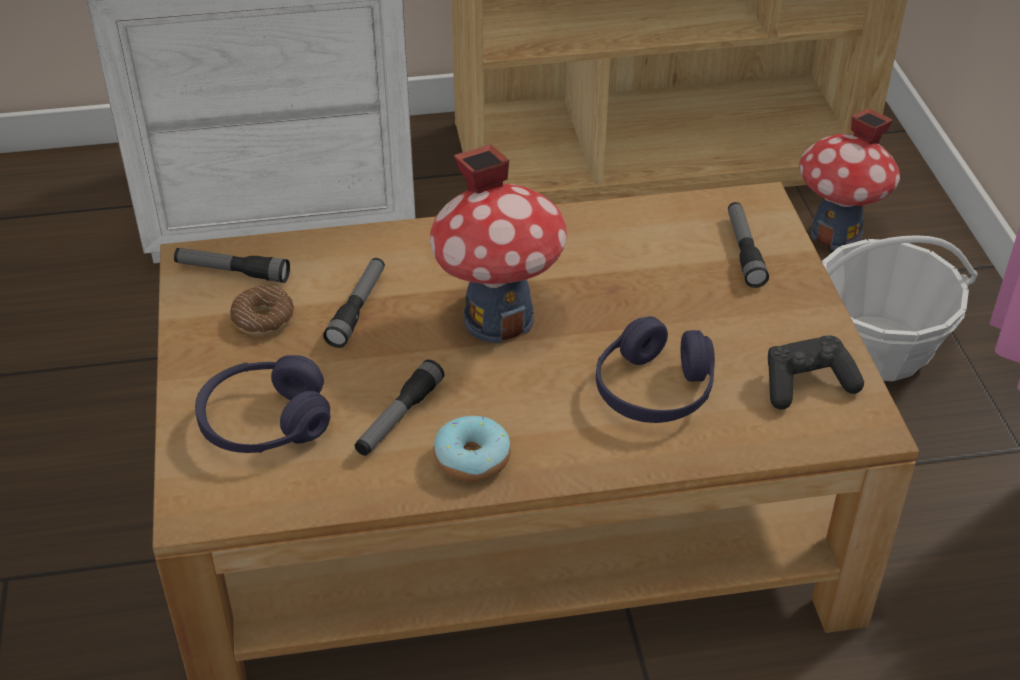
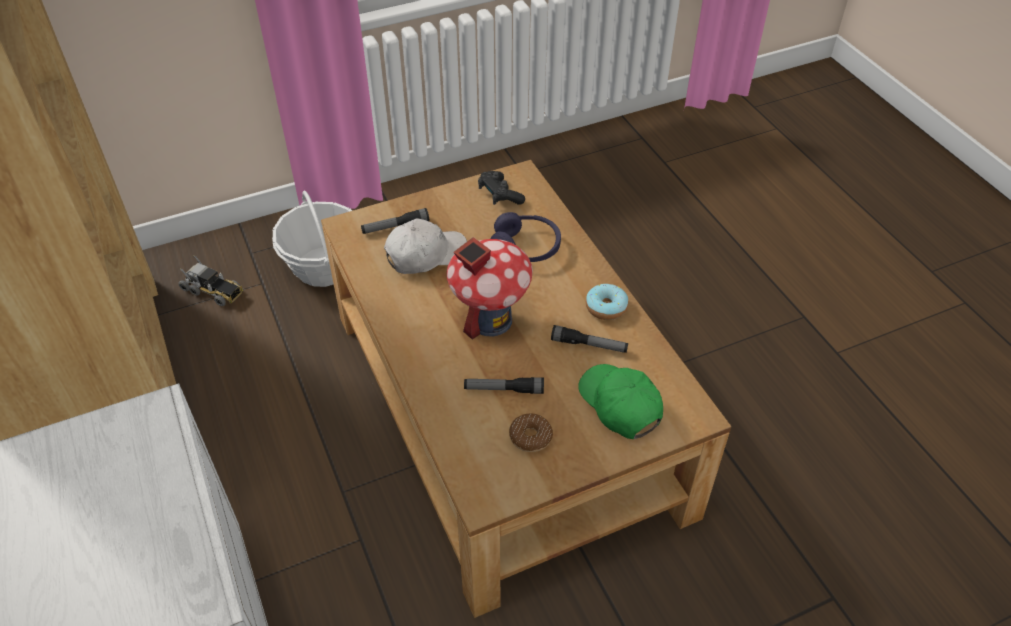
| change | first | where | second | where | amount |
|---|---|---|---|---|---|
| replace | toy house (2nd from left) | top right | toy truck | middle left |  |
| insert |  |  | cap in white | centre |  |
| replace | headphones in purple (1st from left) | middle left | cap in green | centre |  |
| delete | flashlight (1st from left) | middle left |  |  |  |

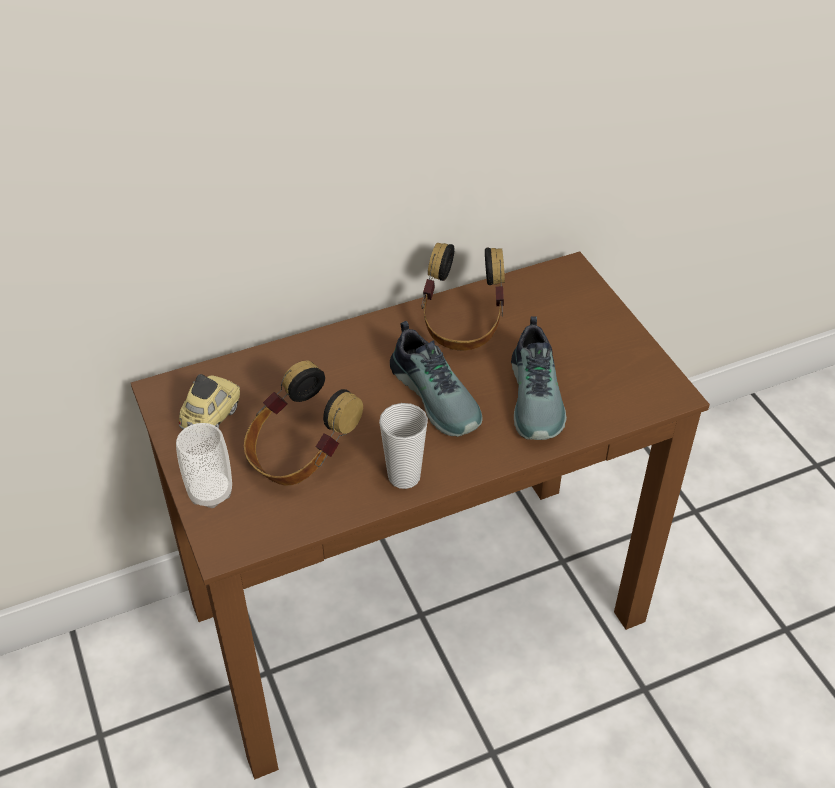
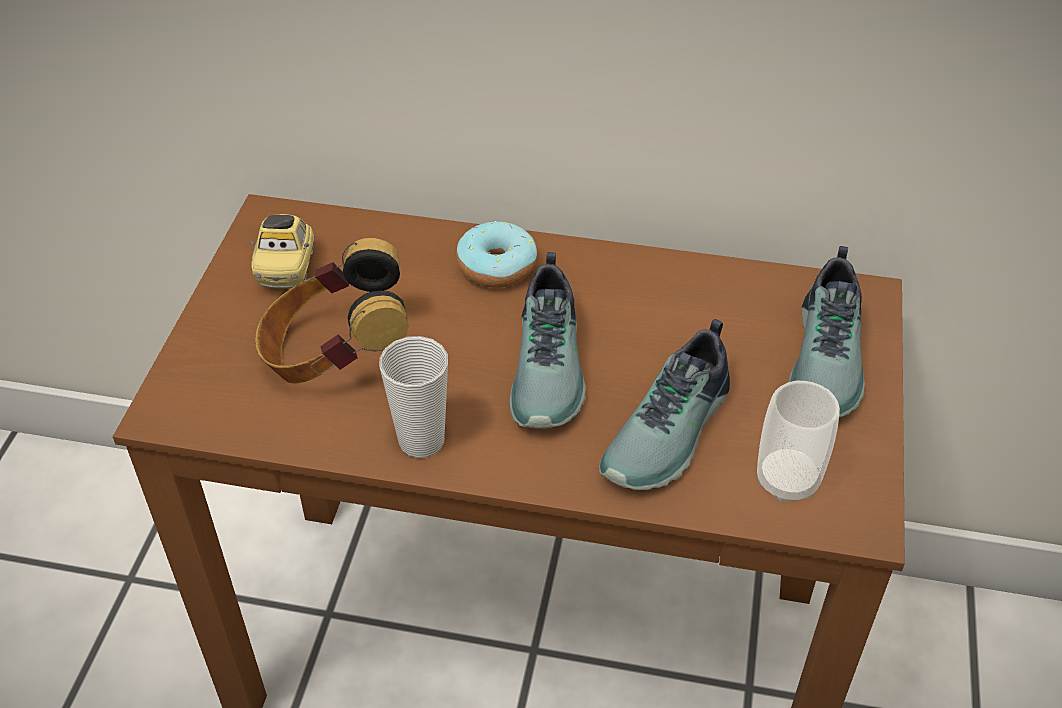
| change | first | where | second | where | amount |
|---|---|---|---|---|---|
| rotate | toy car | middle left |  | middle left | 120 degrees clockwise |
| insert |  |  | donut | centre |  |
| move | cup (1st from left in the first image) | middle left | cup (2nd from left) | middle right |  |
| insert |  |  | shoe (3rd from left) | middle right |  |
| delete | headphones (2nd from left) | centre |  |  |  |

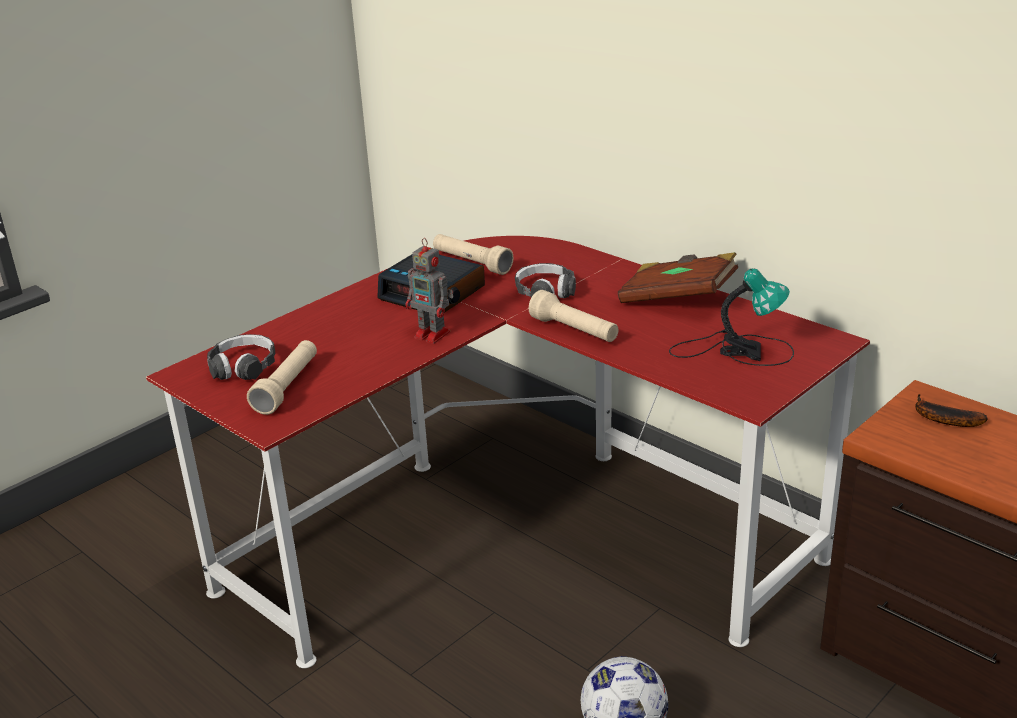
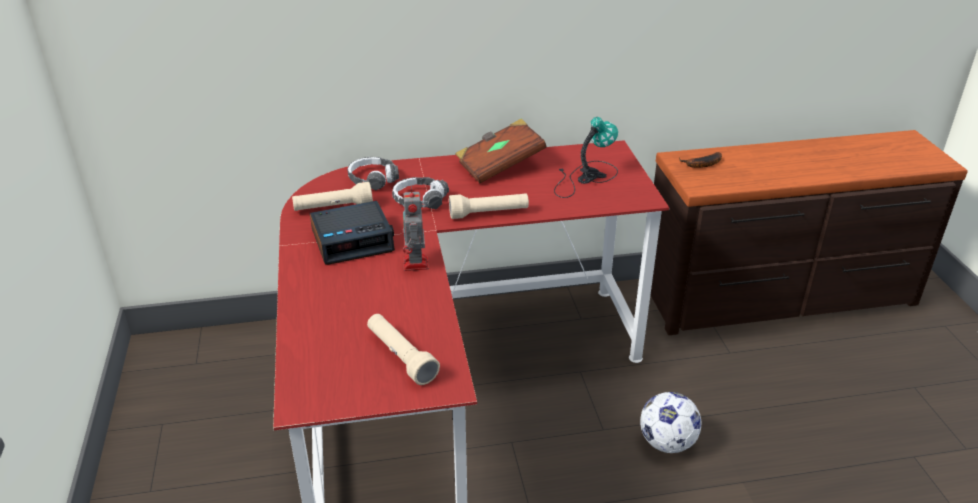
| change | first | where | second | where | amount |
|---|---|---|---|---|---|
| move | headphones (1st from left) | middle left |  | centre |  |
| rotate | toy robot | centre |  | centre | 105 degrees clockwise |

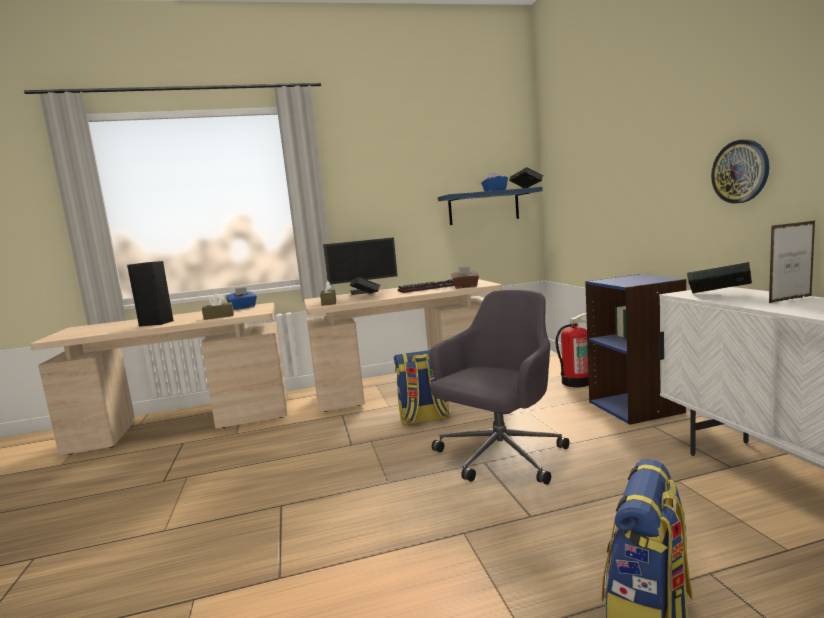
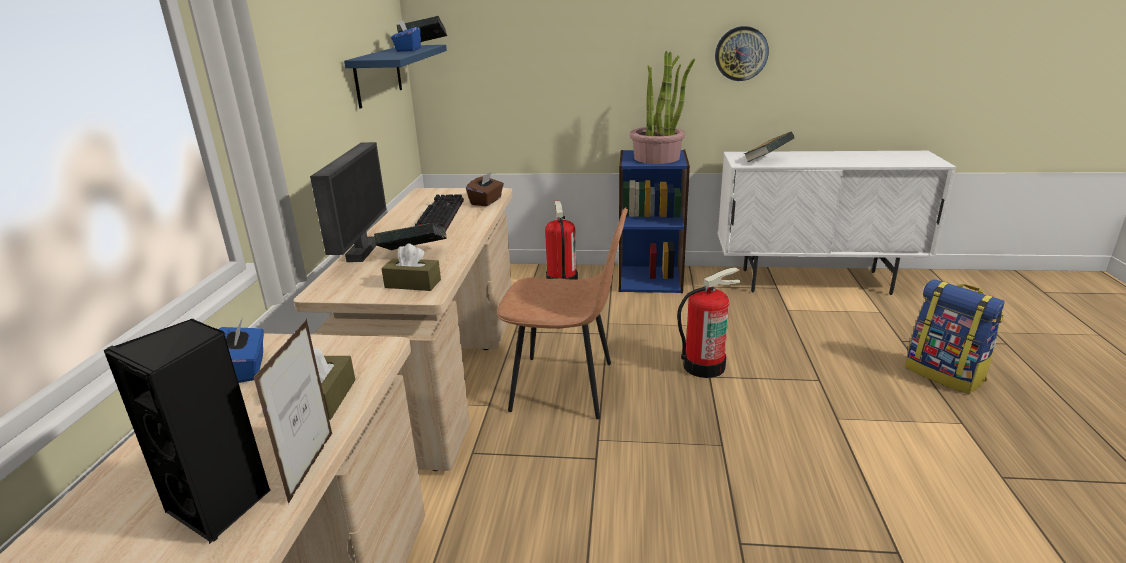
| change | first | where | second | where | amount |
|---|---|---|---|---|---|
| move | picture frame | middle right |  | bottom left |  |
| replace | backpack (1st from left) | centre | chair in brown | centre |  |
| insert |  |  | potted plant | top centre |  |
| replace | office chair in grey | centre | fire extinguisher (2nd from left) | centre |  |

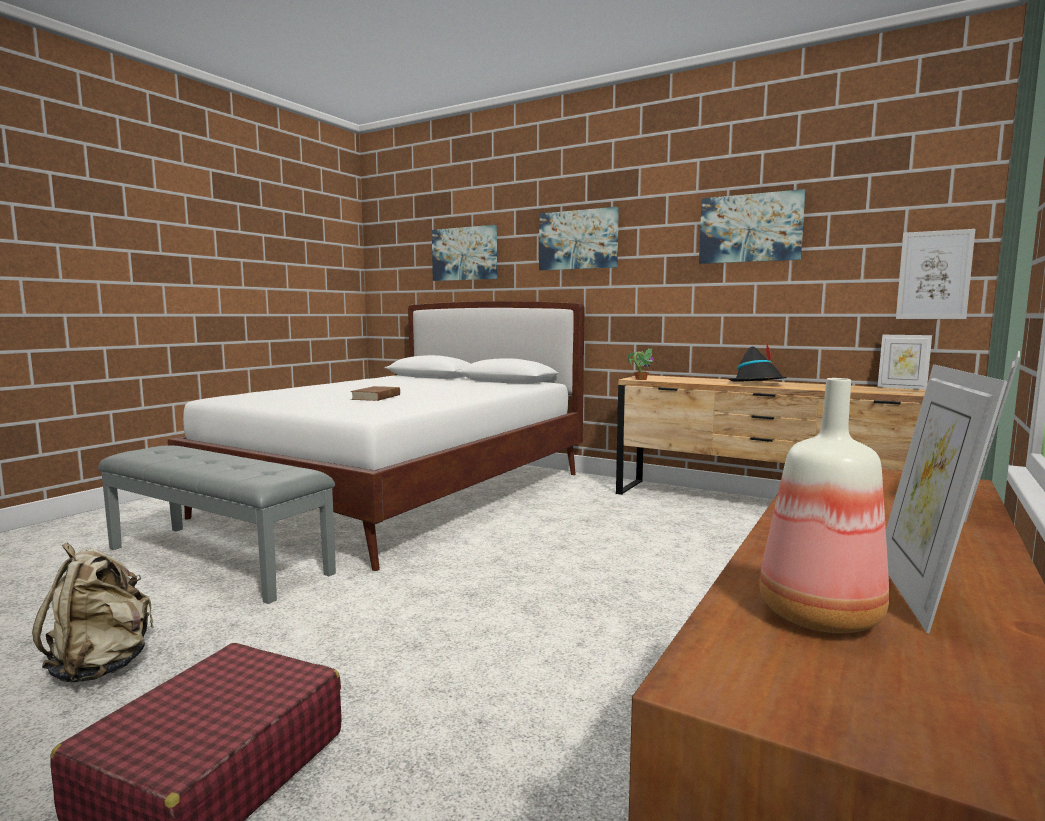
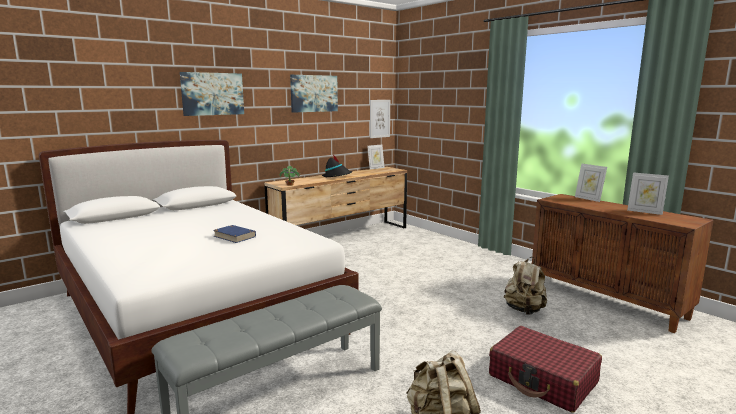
| change | first | where | second | where | amount |
|---|---|---|---|---|---|
| recolor | book in brown | centre | book in blue | middle left |  |
| insert |  |  | backpack in beige (2nd from left) | bottom right |  |
| delete | picture (1st from left) | top centre |  |  |  |
| delete | bottle | middle right |  |  |  |

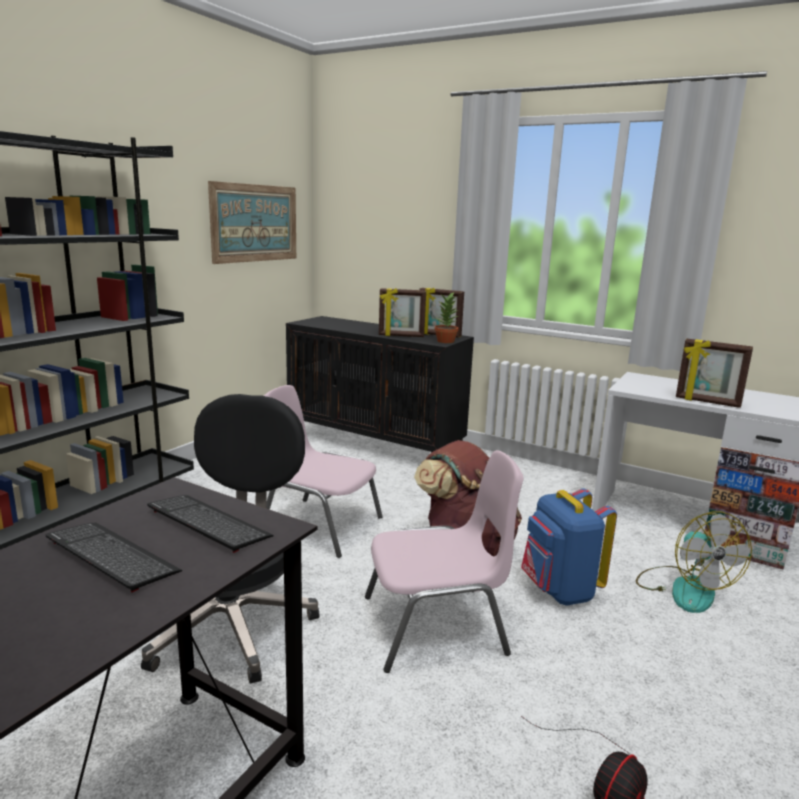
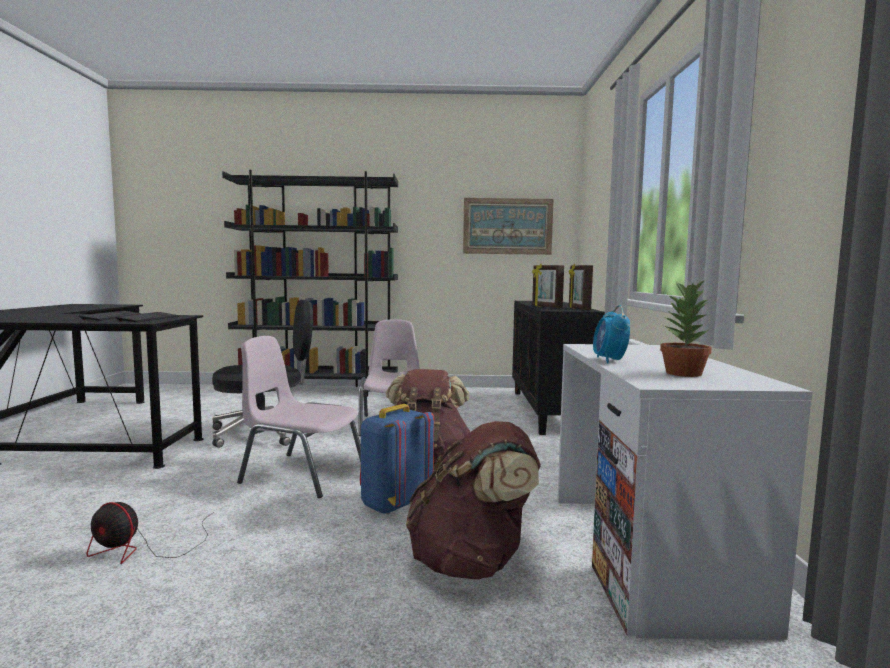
| change | first | where | second | where | amount |
|---|---|---|---|---|---|
| rotate | chair in pink (2nd from left in the first image) | bottom centre | chair in pink (1st from left) | centre | 150 degrees clockwise |
| replace | fan (2nd from left) | bottom right | backpack in brown (2nd from left) | bottom centre |  |
| replace | picture frame (3rd from left) | middle right | alarm clock | middle right |  |
| move | potted plant | centre |  | middle right |  |

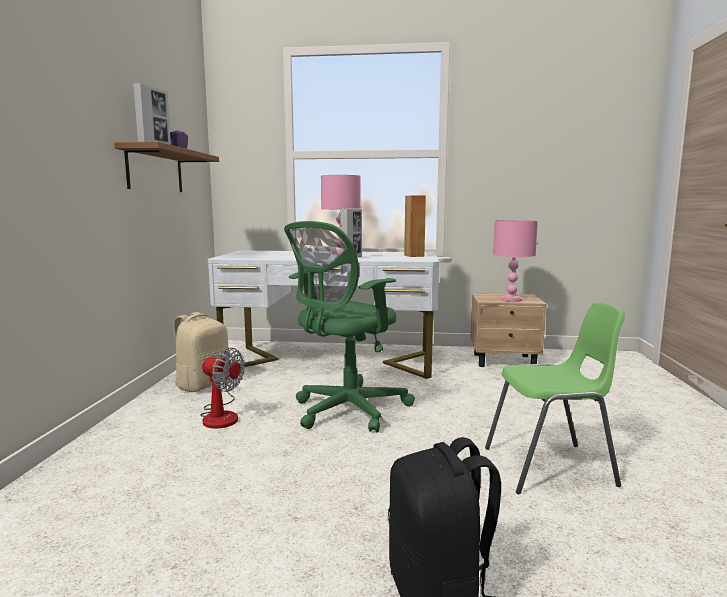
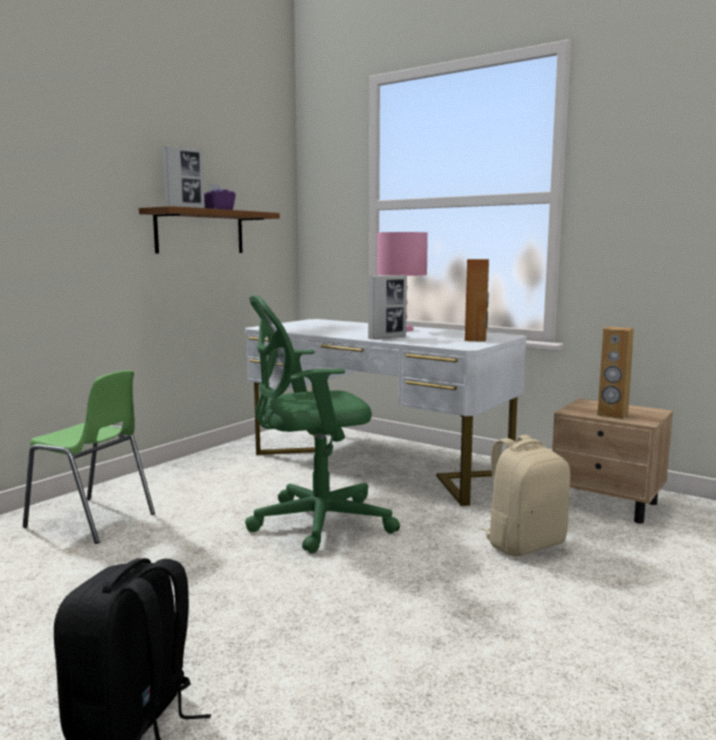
| change | first | where | second | where | amount |
|---|---|---|---|---|---|
| move | chair in green | bottom right |  | middle left |  |
| move | backpack in beige | middle left |  | bottom right |  |
| replace | table lamp in pink (2nd from left) | middle right | speaker in brown (2nd from left) | middle right |  |
| delete | fan | middle left |  |  |  |

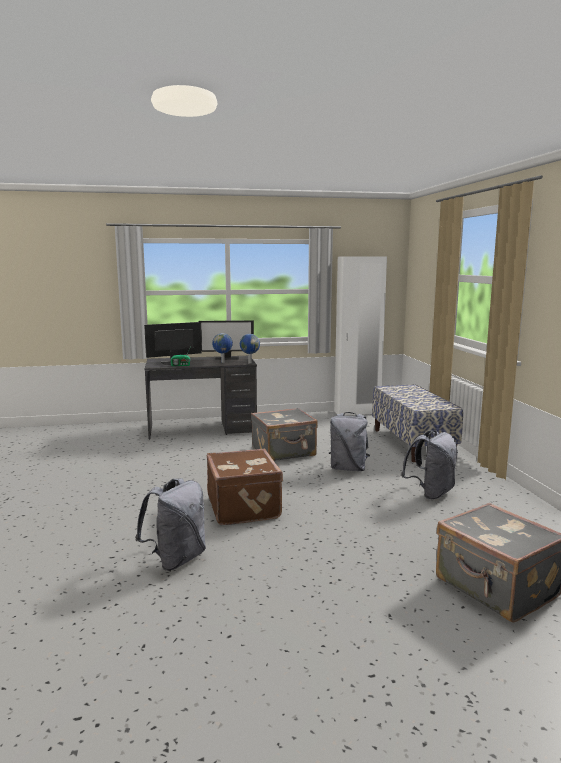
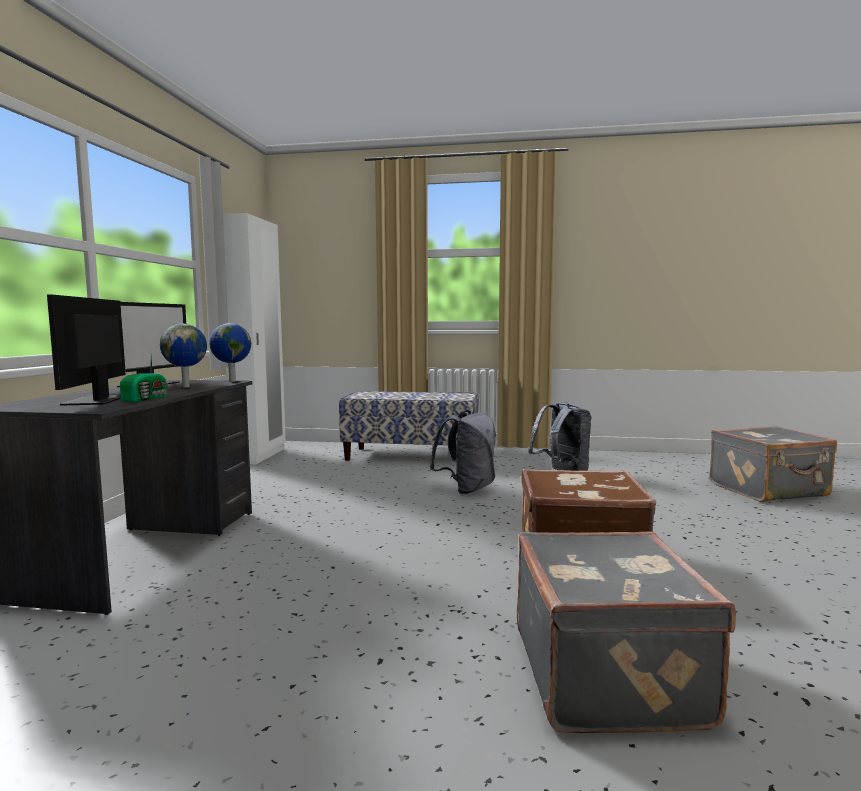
| change | first | where | second | where | amount |
|---|---|---|---|---|---|
| move | suitcase in grey (1st from left) | centre |  | bottom right |  |
| delete | backpack in grey (1st from left) | bottom left |  |  |  |

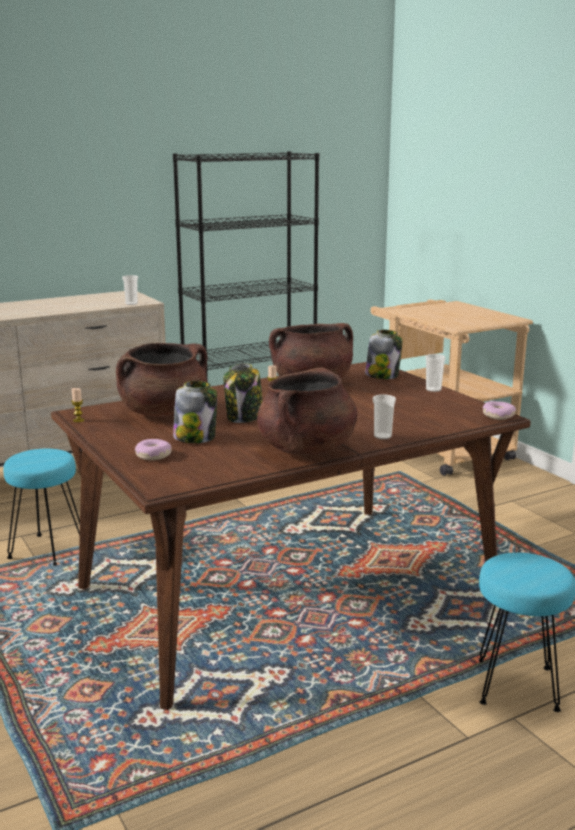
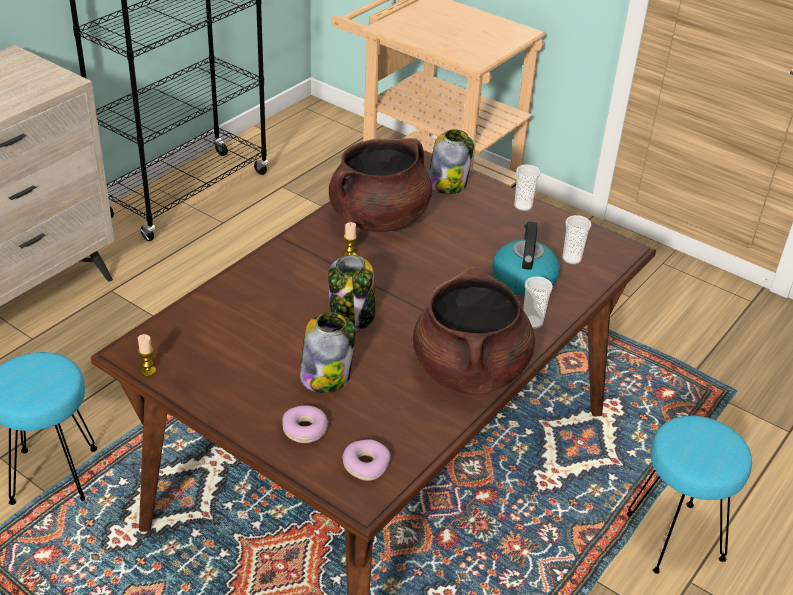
| change | first | where | second | where | amount |
|---|---|---|---|---|---|
| move | donut (2nd from left) | middle right |  | bottom centre |  |
| insert |  |  | kettle | centre |  |
| move | cup (1st from left in the first image) | middle left | cup (3rd from left) | middle right |  |
| delete | cooking pot in brown (1st from left) | middle left |  |  |  |

